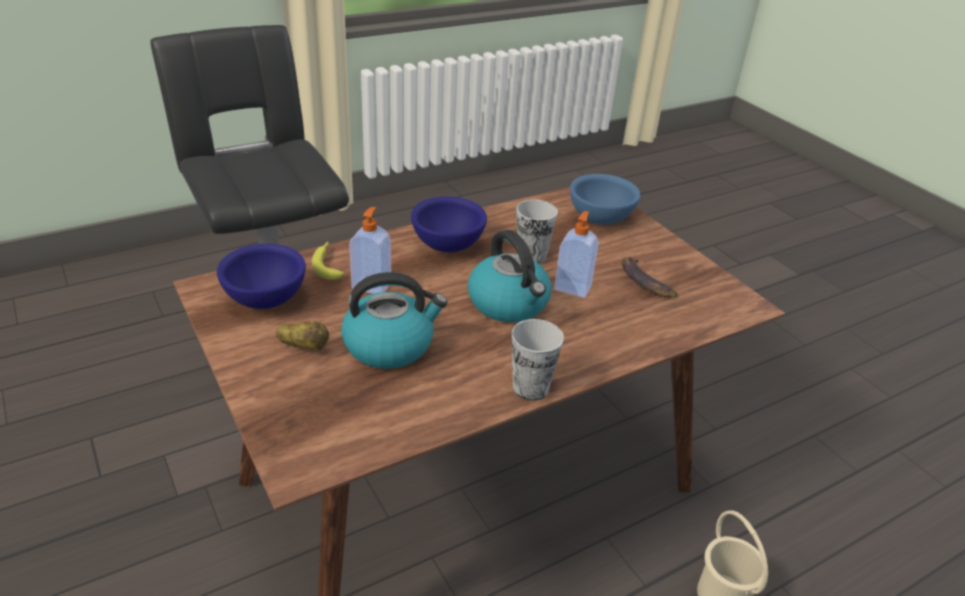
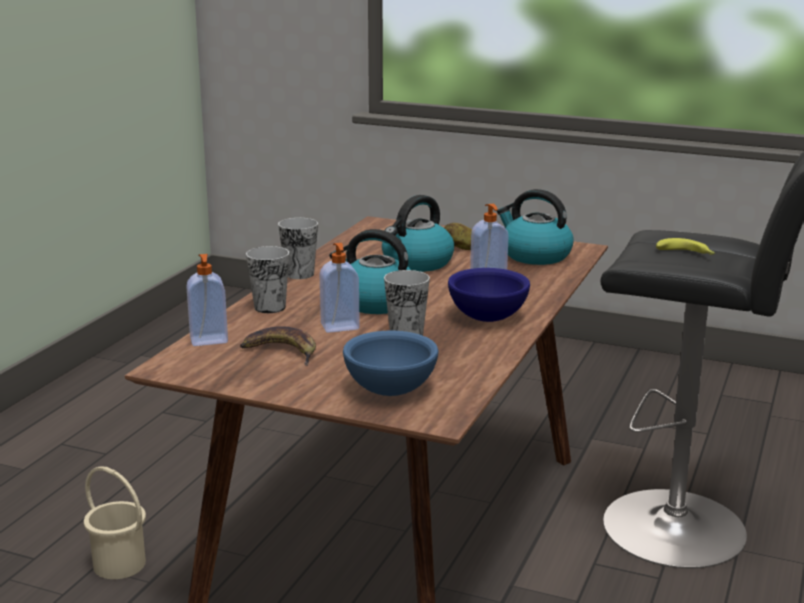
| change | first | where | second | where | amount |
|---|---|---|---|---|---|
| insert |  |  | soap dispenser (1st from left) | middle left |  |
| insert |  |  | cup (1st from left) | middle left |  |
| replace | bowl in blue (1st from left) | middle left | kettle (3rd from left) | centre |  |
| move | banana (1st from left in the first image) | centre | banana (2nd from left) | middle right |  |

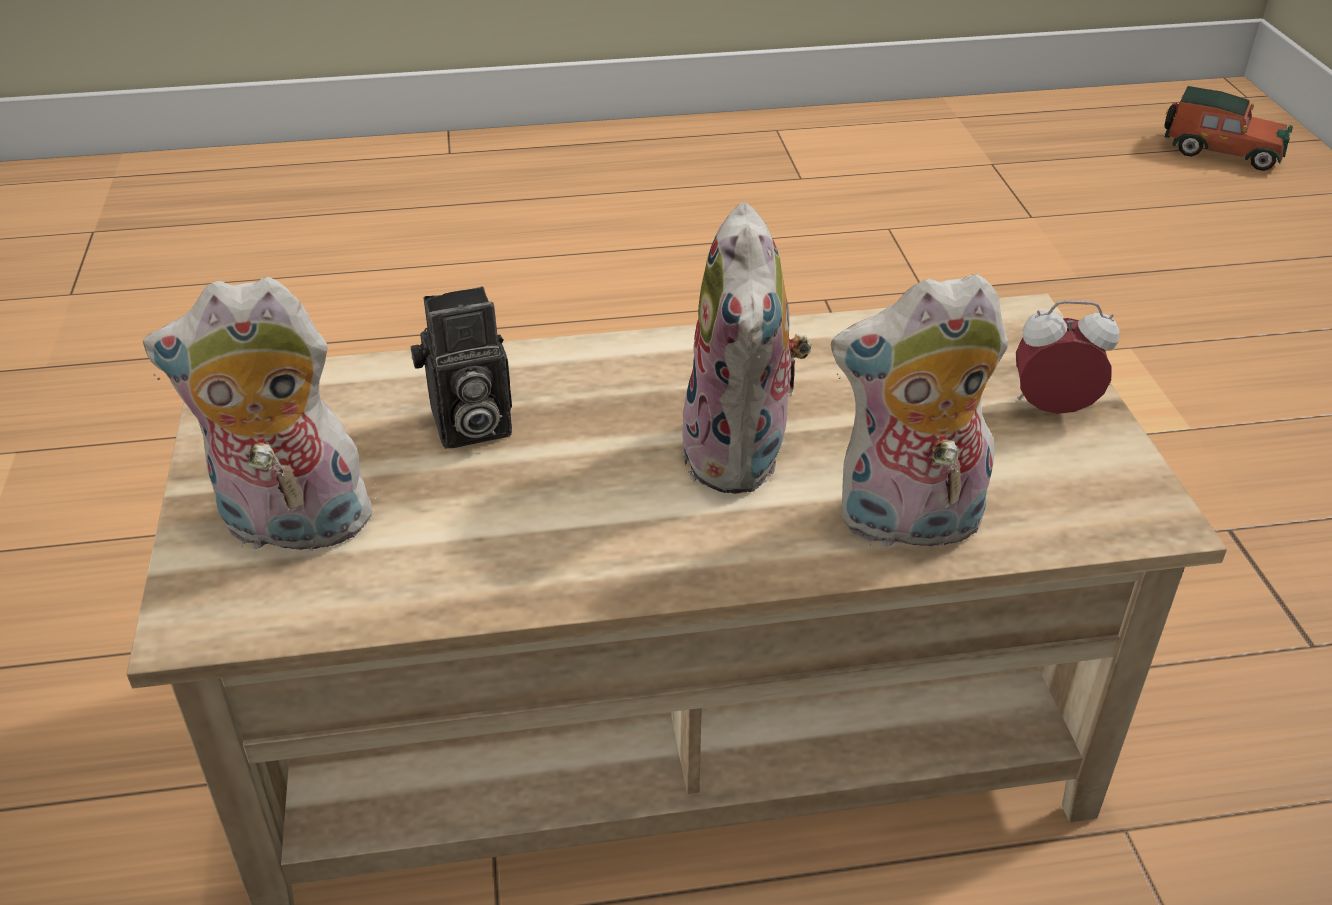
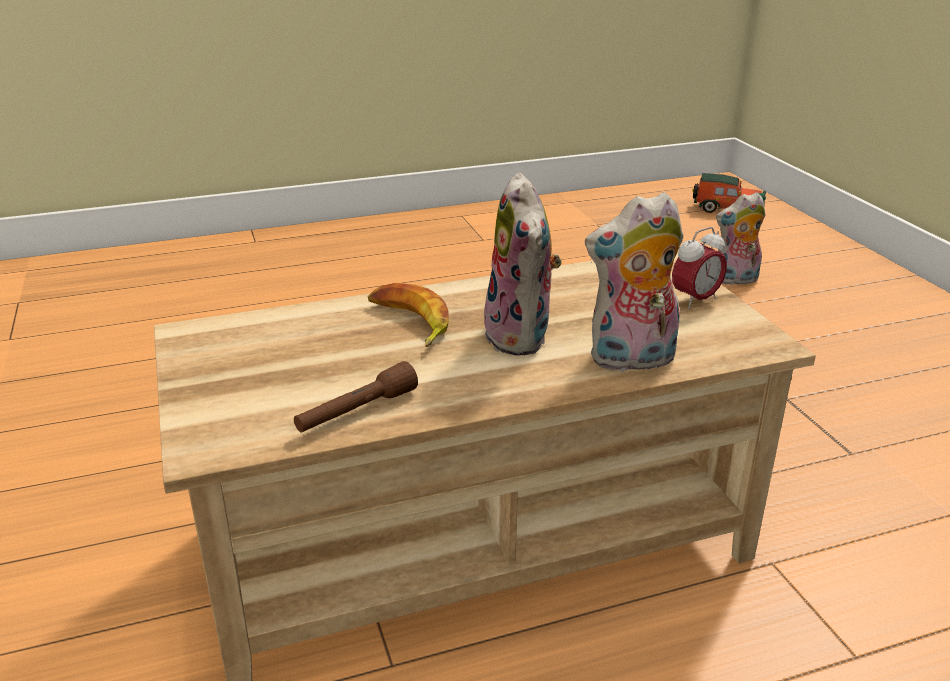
| change | first | where | second | where | amount |
|---|---|---|---|---|---|
| insert |  |  | flashlight in brown | centre |  |
| insert |  |  | banana | centre |  |
| rotate | alarm clock | middle right |  | middle right | 150 degrees clockwise |
| move | plush toy (1st from left in the first image) | middle left | plush toy (3rd from left) | middle right |  |
| delete | photo camera | centre |  |  |  |

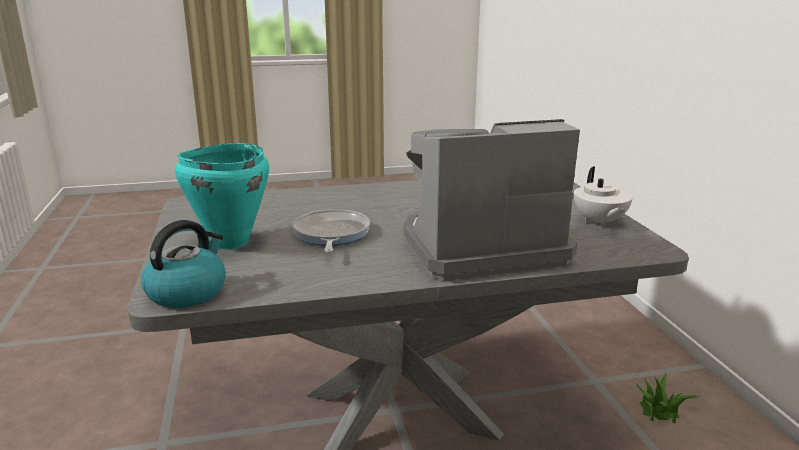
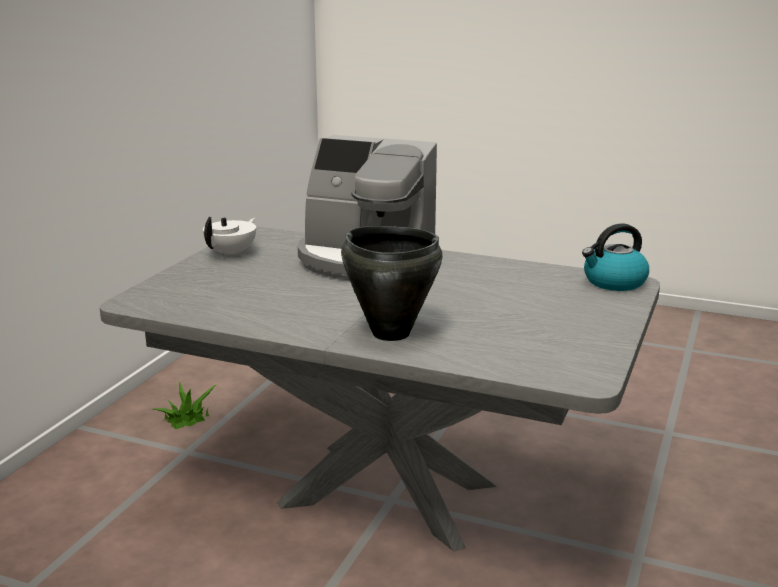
| change | first | where | second | where | amount |
|---|---|---|---|---|---|
| insert |  |  | cooking pot in black | centre |  |
| delete | cooking pot in turquoise | middle left |  |  |  |
| delete | frying pan | centre |  |  |  |

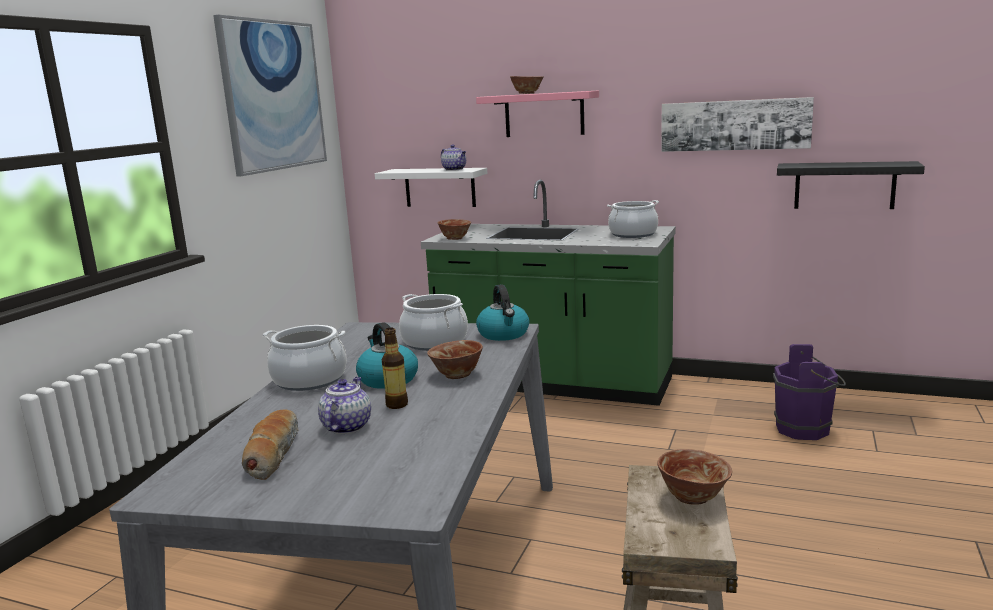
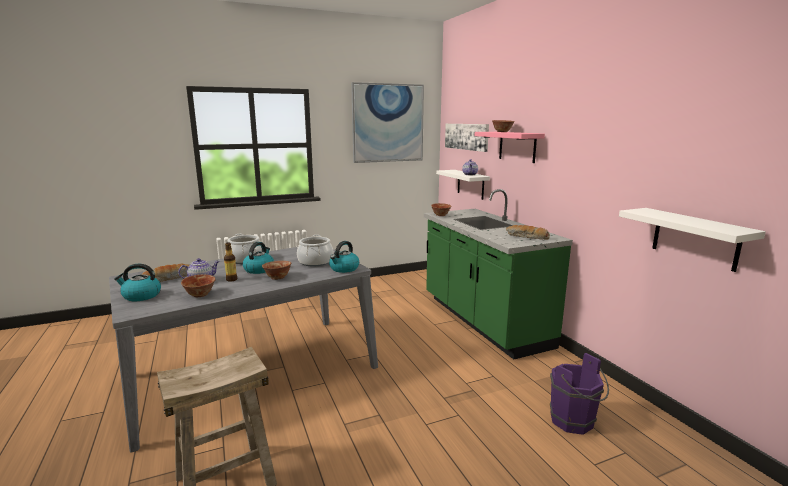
| change | first | where | second | where | amount |
|---|---|---|---|---|---|
| insert |  |  | kettle (1st from left) | middle left |  |
| move | bowl (4th from left in the first image) | bottom right | bowl (1st from left) | middle left |  |
| move | picture (2nd from left) | top right |  | top centre |  |
| replace | cooking pot (3rd from left) | centre | bread (2nd from left) | middle right |  |
| recolor | shelf in black | top right | shelf in white (2nd from left) | middle right |  |

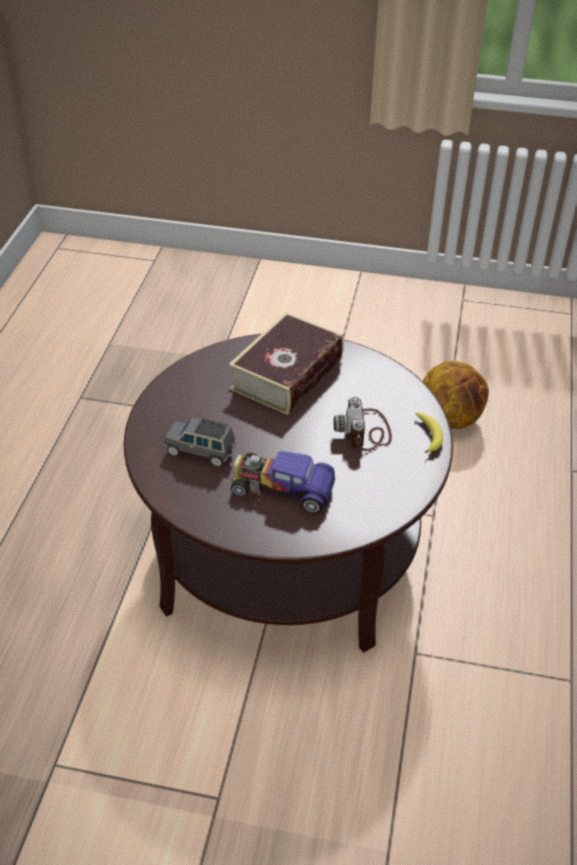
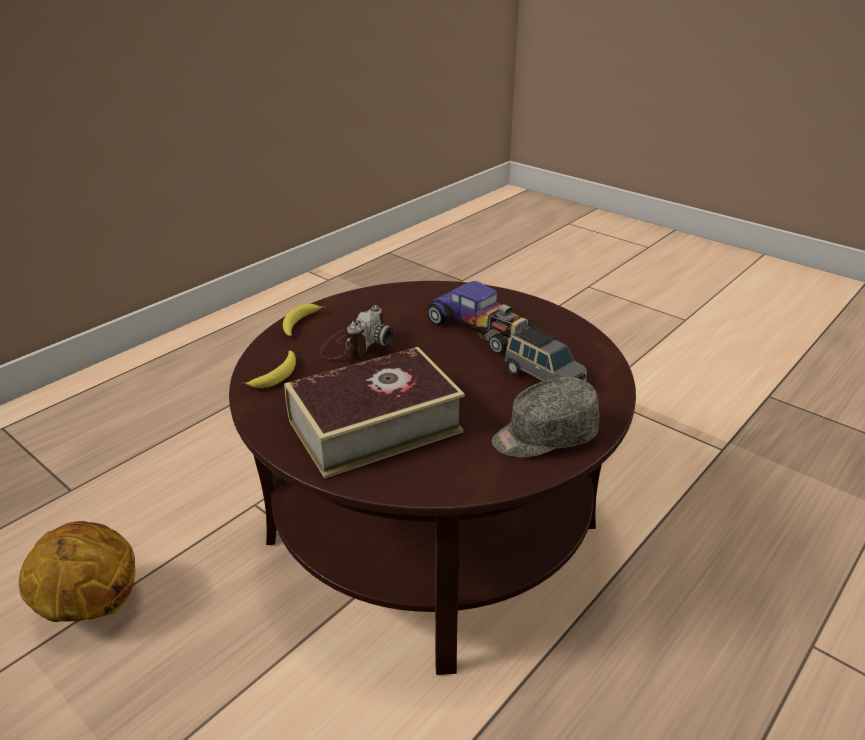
| change | first | where | second | where | amount |
|---|---|---|---|---|---|
| insert |  |  | banana (1st from left) | middle left |  |
| insert |  |  | cap in grey | centre |  |

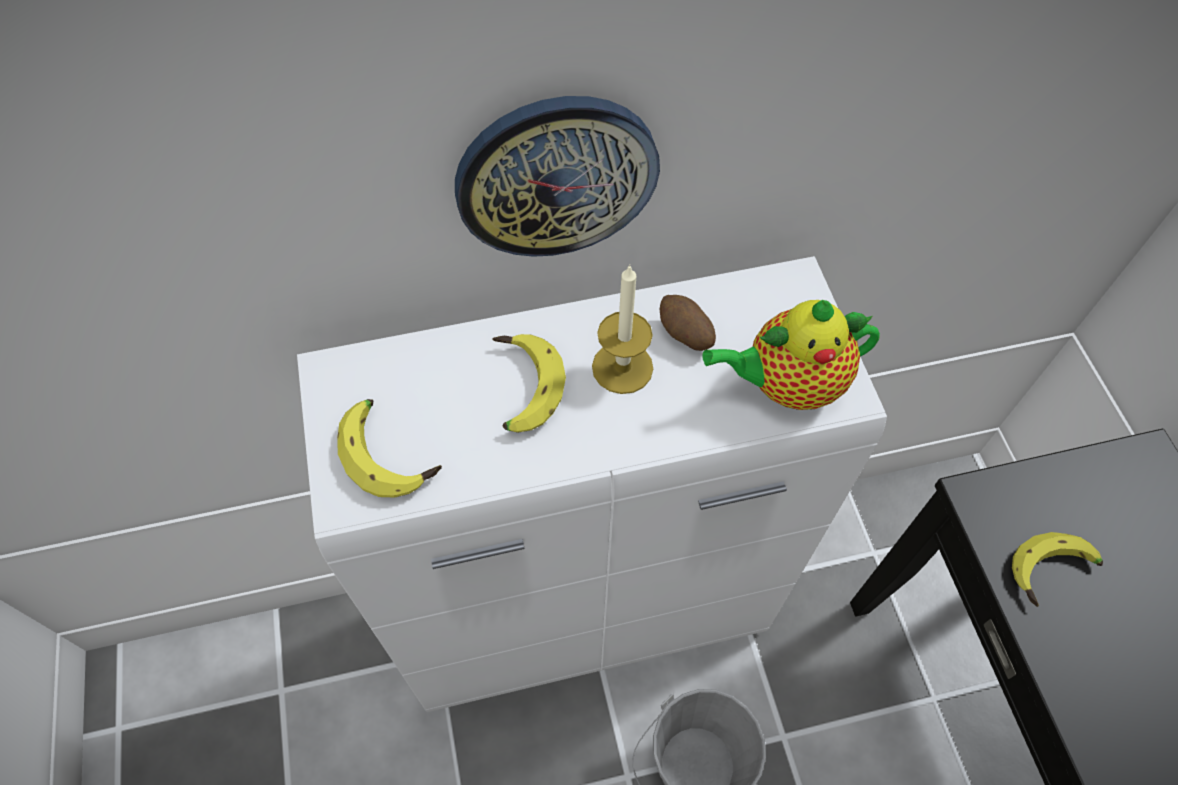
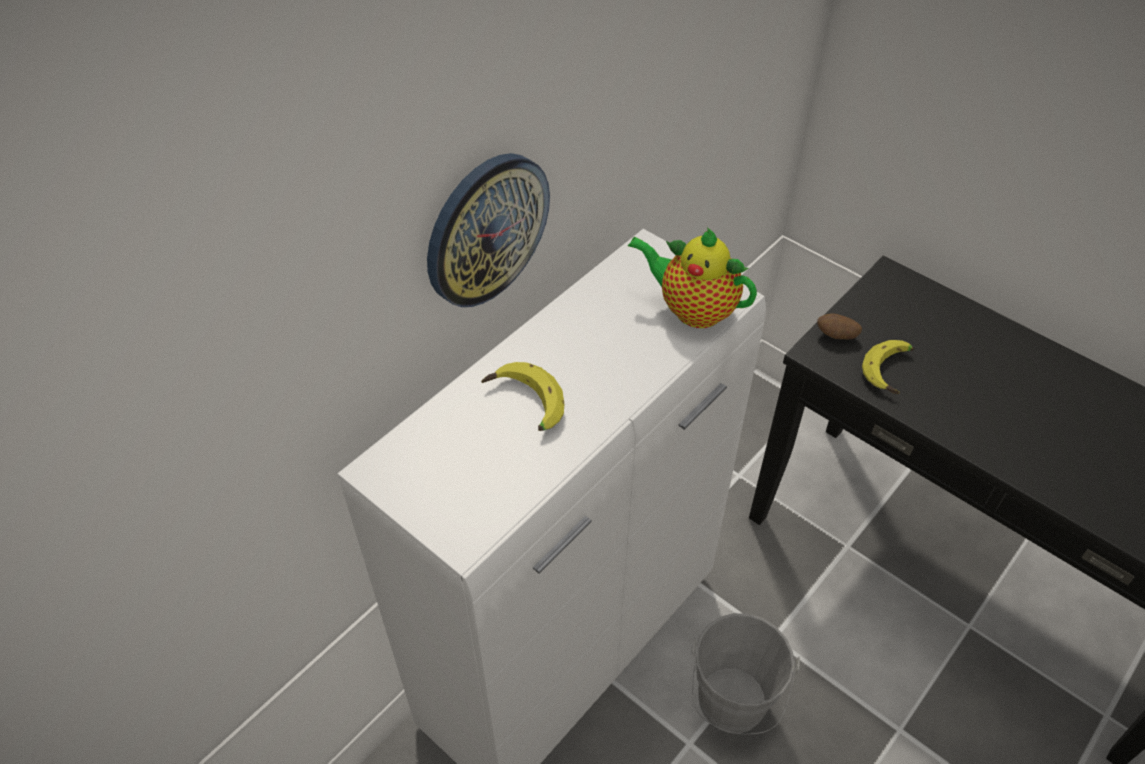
| change | first | where | second | where | amount |
|---|---|---|---|---|---|
| rotate | teapot | middle right |  | centre | 75 degrees clockwise |
| move | potato | centre |  | middle right |  |
| delete | banana (1st from left) | middle left |  |  |  |
| delete | candle | centre |  |  |  |

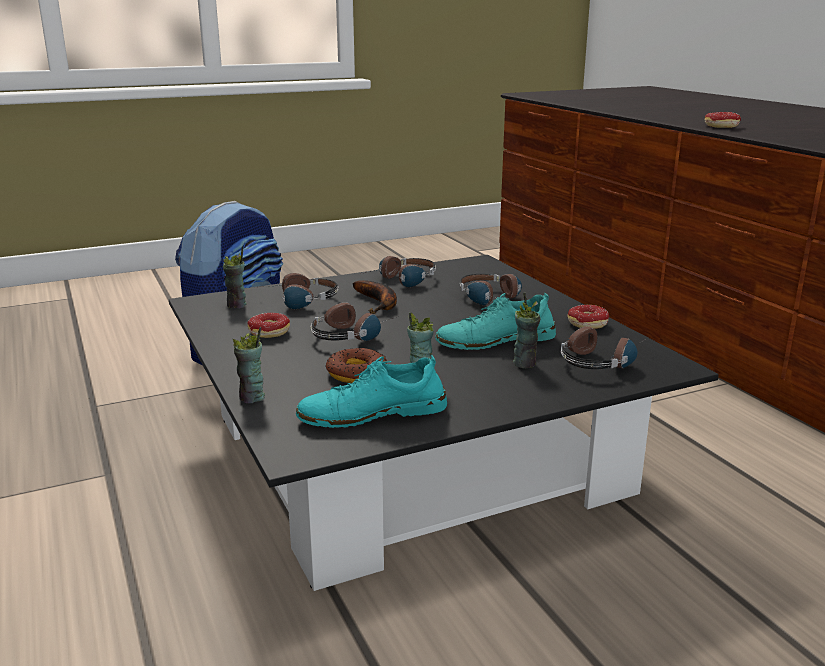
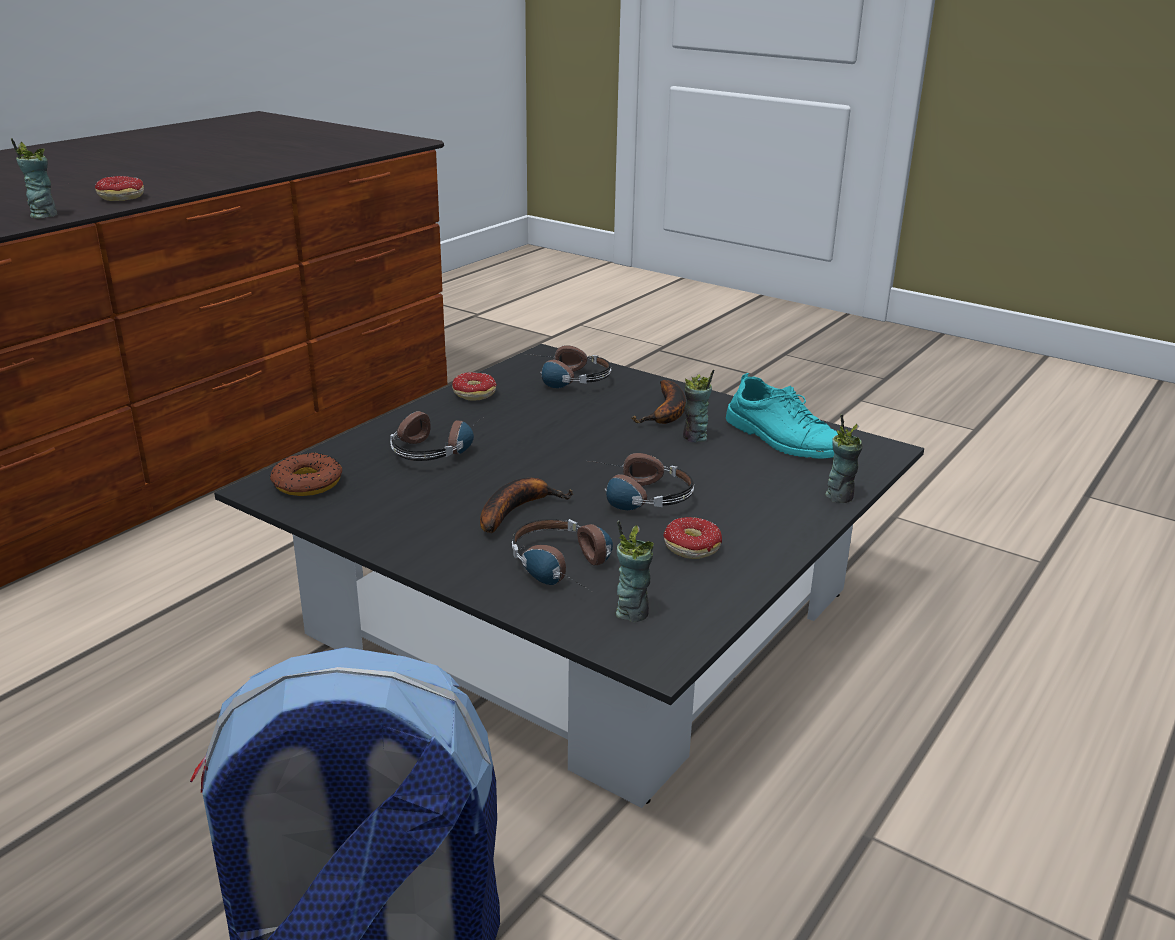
| change | first | where | second | where | amount |
|---|---|---|---|---|---|
| move | cup (4th from left in the first image) | centre | cup (1st from left) | top left |  |
| move | donut (2nd from left) | centre |  | middle left |  |
| insert |  |  | banana (2nd from left) | centre |  |
| delete | headphones (3rd from left) | centre |  |  |  |
| delete | shoe in turquoise (2nd from left) | centre |  |  |  |

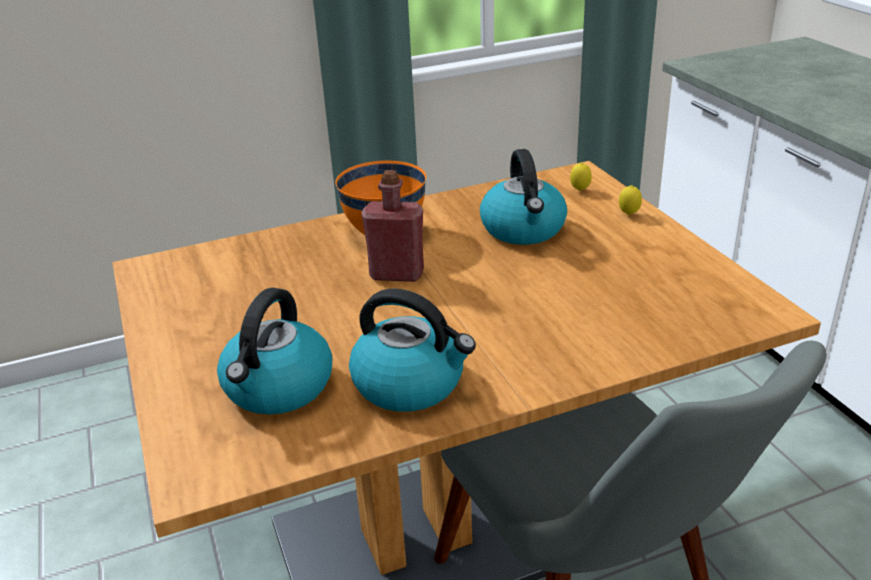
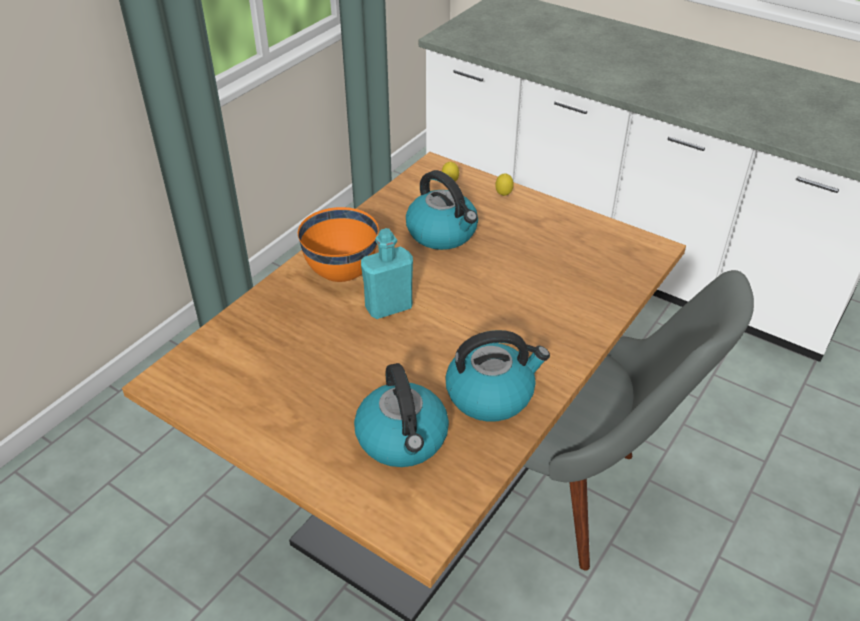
| change | first | where | second | where | amount |
|---|---|---|---|---|---|
| recolor | bottle in red | centre | bottle in turquoise | centre |  |

